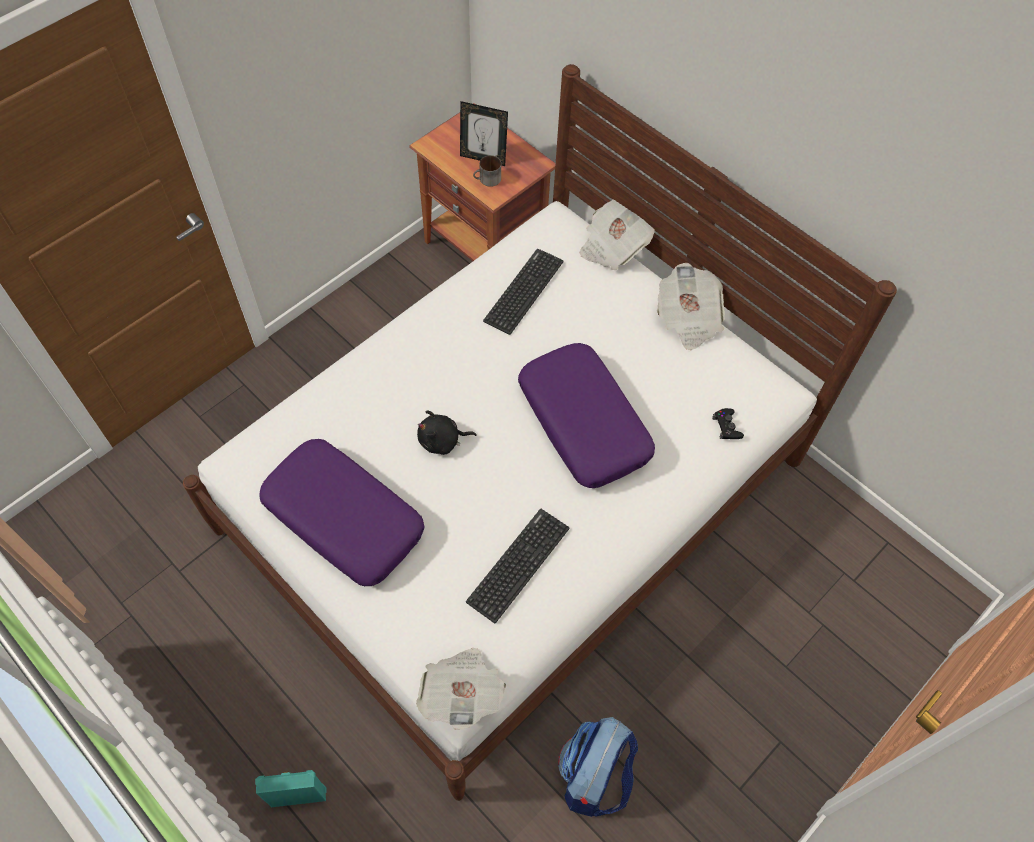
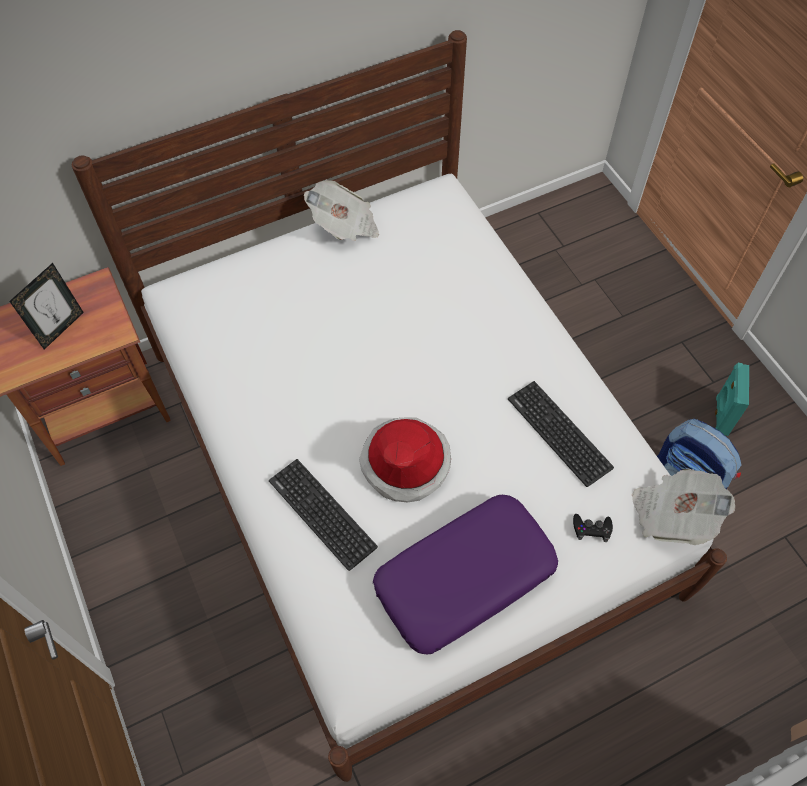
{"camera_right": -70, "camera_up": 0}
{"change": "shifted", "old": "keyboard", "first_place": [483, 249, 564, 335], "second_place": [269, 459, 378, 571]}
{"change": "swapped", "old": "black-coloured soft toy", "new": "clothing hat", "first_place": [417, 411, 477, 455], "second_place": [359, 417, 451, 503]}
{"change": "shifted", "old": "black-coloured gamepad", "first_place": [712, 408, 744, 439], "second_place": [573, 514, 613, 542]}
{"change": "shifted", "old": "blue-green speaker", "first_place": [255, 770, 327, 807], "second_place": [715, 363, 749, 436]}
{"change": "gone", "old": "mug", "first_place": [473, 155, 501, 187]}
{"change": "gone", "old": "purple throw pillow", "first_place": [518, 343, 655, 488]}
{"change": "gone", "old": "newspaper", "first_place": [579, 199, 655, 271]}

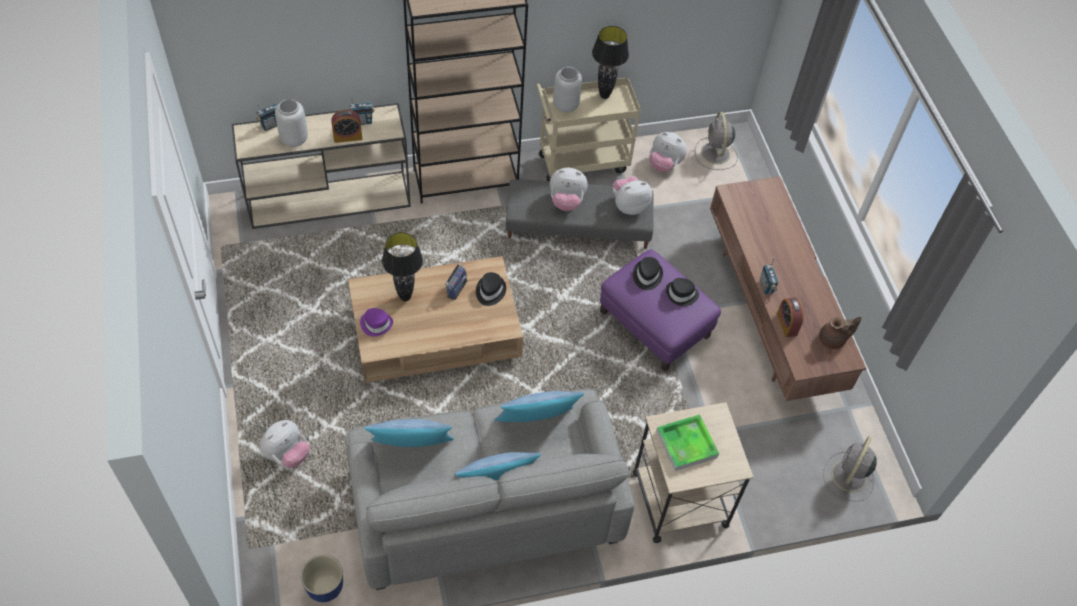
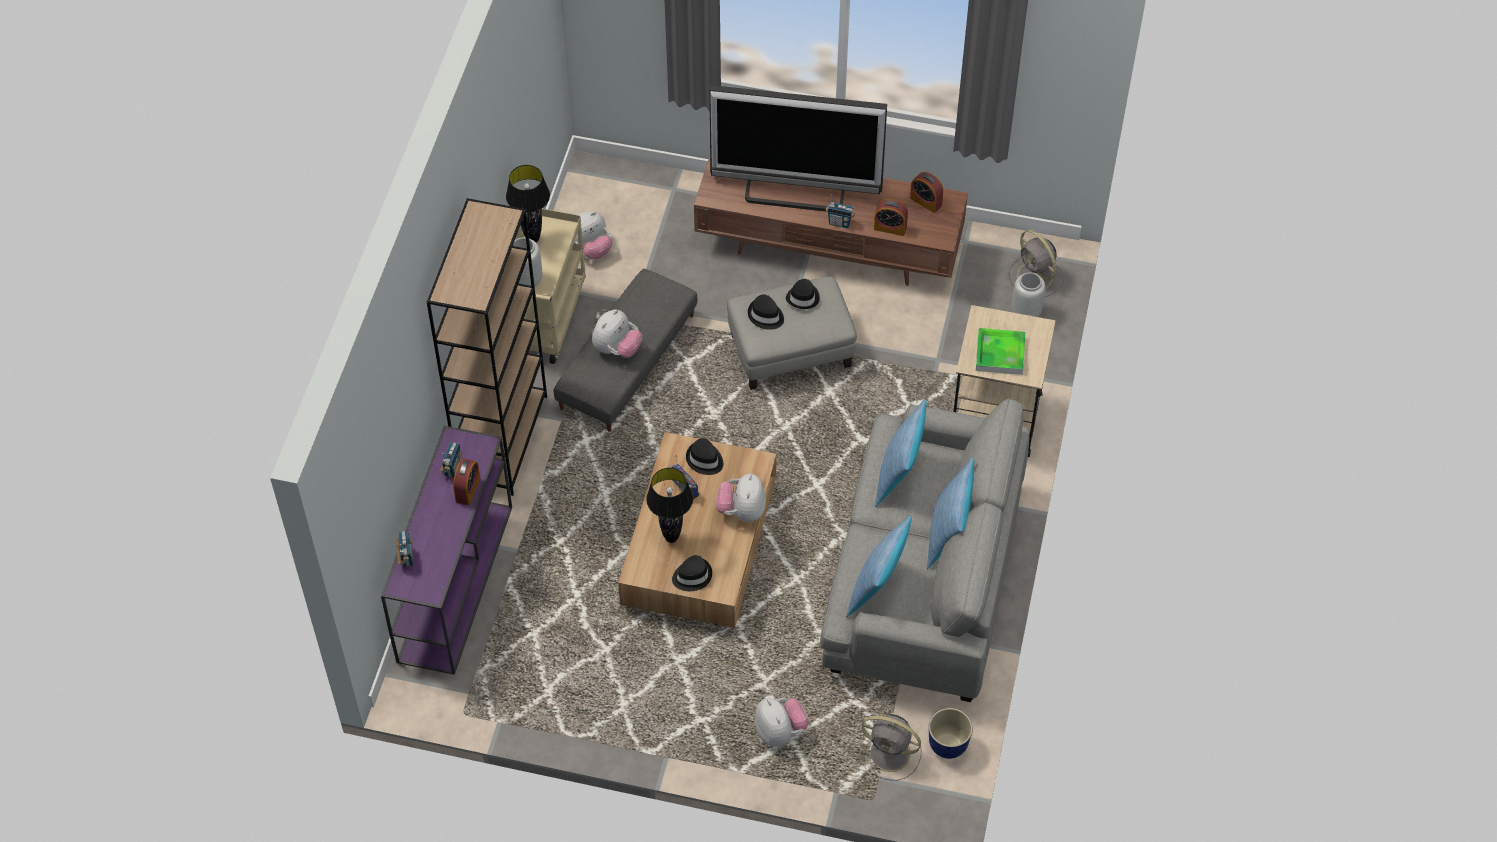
{"camera_right": -60, "camera_up": 0}
{"change": "repainted", "old": "beige narrow table", "new": "purple narrow table", "first_place": [232, 103, 411, 229], "second_place": [381, 426, 512, 675]}
{"change": "repainted", "old": "purple clothing hat", "new": "black-coloured clothing hat", "first_place": [360, 308, 393, 336], "second_place": [672, 555, 712, 591]}
{"change": "new", "new": "TV", "second_place": [710, 85, 887, 211]}
{"change": "shifted", "old": "soft toy", "first_place": [613, 176, 652, 215], "second_place": [716, 474, 766, 522]}
{"change": "repainted", "old": "purple footrest", "new": "grey footrest", "first_place": [600, 249, 721, 371], "second_place": [727, 277, 857, 390]}
{"change": "shifted", "old": "grey fan", "first_place": [695, 112, 738, 170], "second_place": [859, 714, 922, 781]}
{"change": "swapped", "old": "brown pot for tea", "new": "alarm clock", "first_place": [819, 317, 862, 349], "second_place": [910, 172, 943, 213]}
{"change": "shifted", "old": "grey flower vase", "first_place": [275, 99, 308, 147], "second_place": [1011, 272, 1046, 317]}

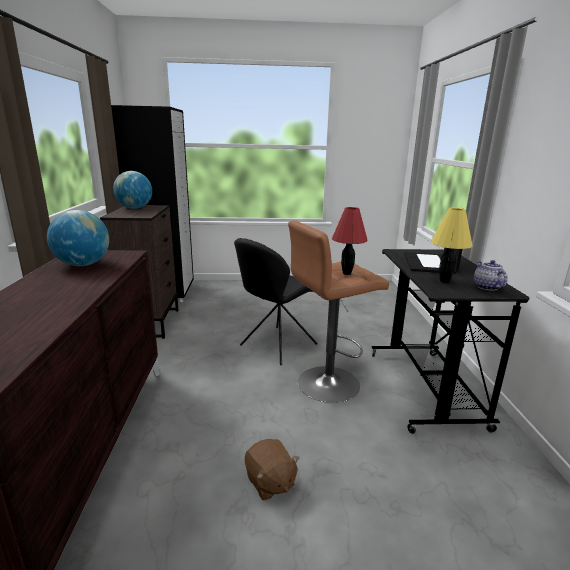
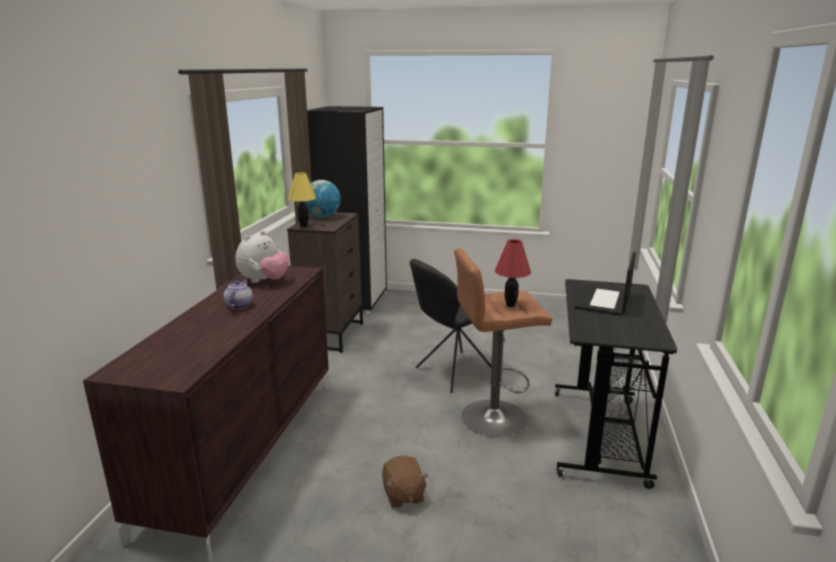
{"camera_right": 15, "camera_up": 0}
{"change": "shifted", "old": "pot for tea", "first_place": [474, 260, 508, 291], "second_place": [224, 280, 253, 309]}
{"change": "swapped", "old": "world globe", "new": "soft toy", "first_place": [47, 210, 109, 266], "second_place": [235, 231, 290, 283]}
{"change": "shifted", "old": "yellowish lamp for a table", "first_place": [431, 208, 472, 283], "second_place": [288, 173, 316, 227]}

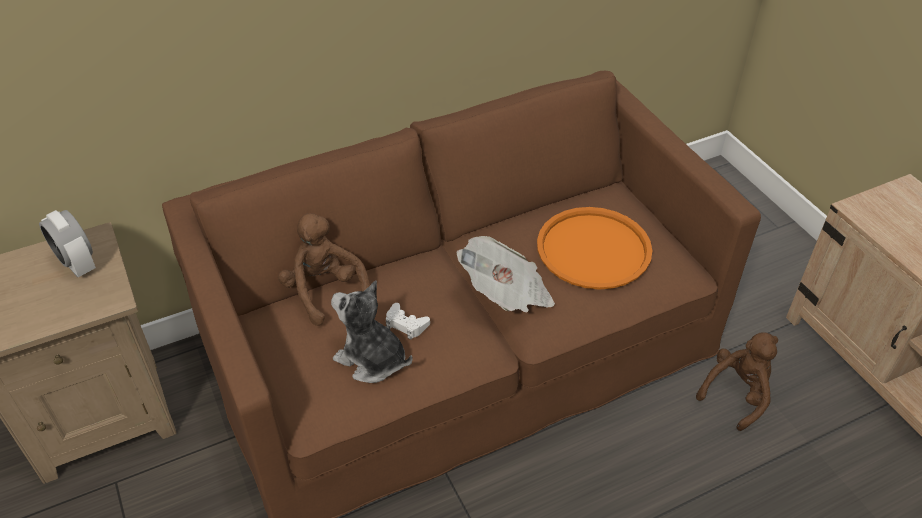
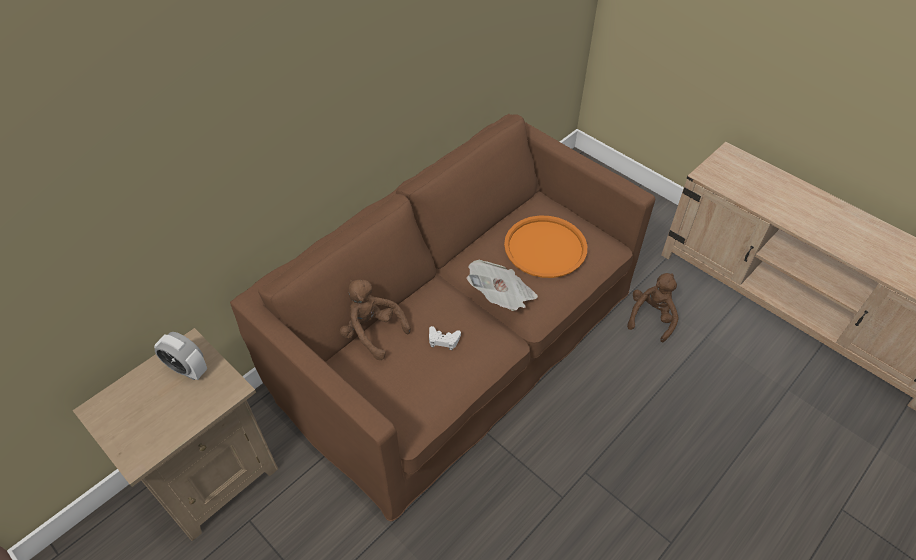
{"camera_right": -20, "camera_up": 5}
{"change": "gone", "old": "soft toy", "first_place": [331, 281, 413, 383]}

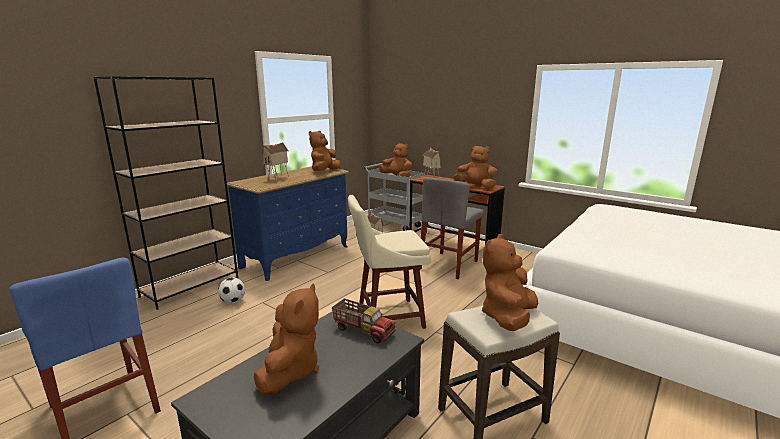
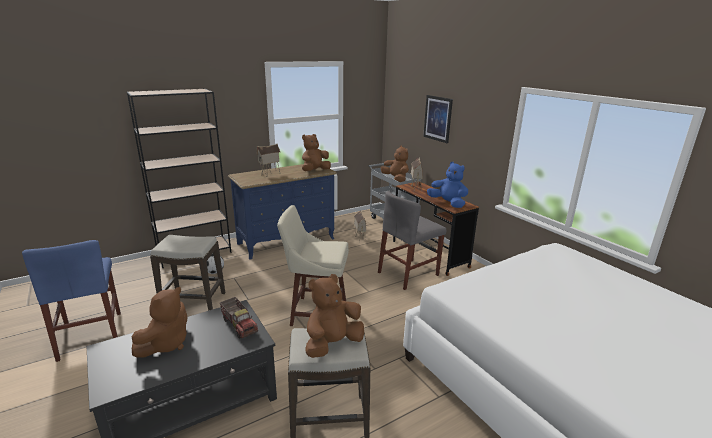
{"camera_right": 20, "camera_up": 5}
{"change": "new", "new": "sitting stool", "second_place": [150, 235, 225, 311]}
{"change": "new", "new": "picture", "second_place": [423, 95, 453, 143]}
{"change": "repainted", "old": "brown soft toy", "new": "bluish soft toy", "first_place": [453, 145, 498, 189], "second_place": [427, 162, 468, 208]}

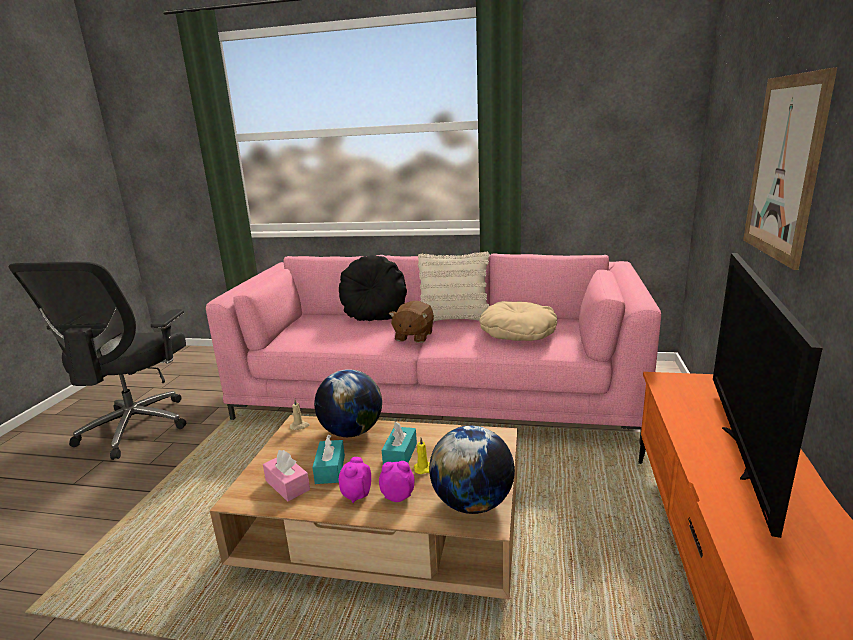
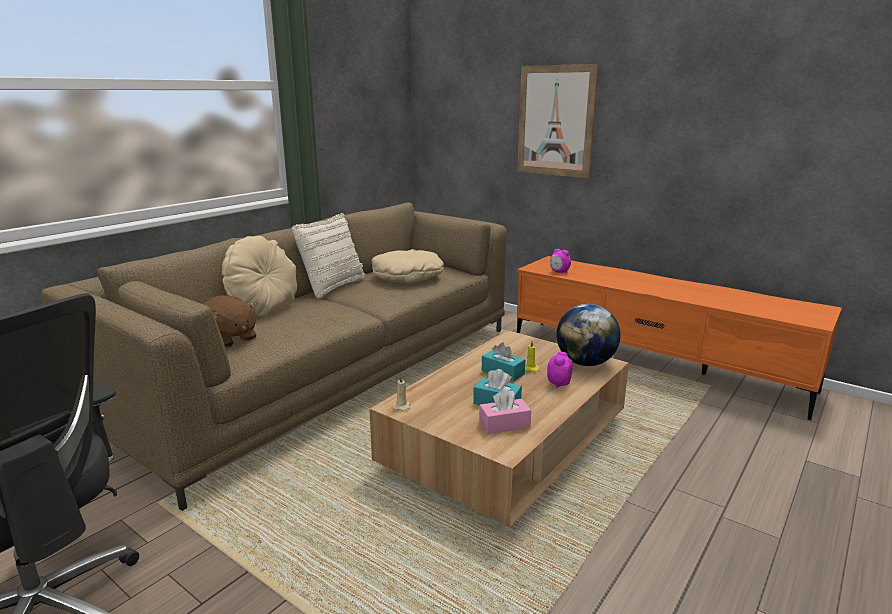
{"camera_right": -65, "camera_up": 0}
{"change": "repainted", "old": "pink settee", "new": "brown settee", "first_place": [206, 253, 661, 445], "second_place": [41, 203, 507, 511]}
{"change": "shifted", "old": "brown soft toy", "first_place": [389, 301, 434, 343], "second_place": [203, 295, 257, 348]}
{"change": "repainted", "old": "black-coloured throw pillow", "new": "beige throw pillow", "first_place": [339, 255, 407, 321], "second_place": [222, 236, 297, 317]}
{"change": "shifted", "old": "alarm clock", "first_place": [339, 457, 371, 503], "second_place": [550, 249, 571, 273]}
{"change": "gone", "old": "world globe", "first_place": [314, 369, 382, 437]}
{"change": "gone", "old": "TV", "first_place": [713, 253, 823, 538]}

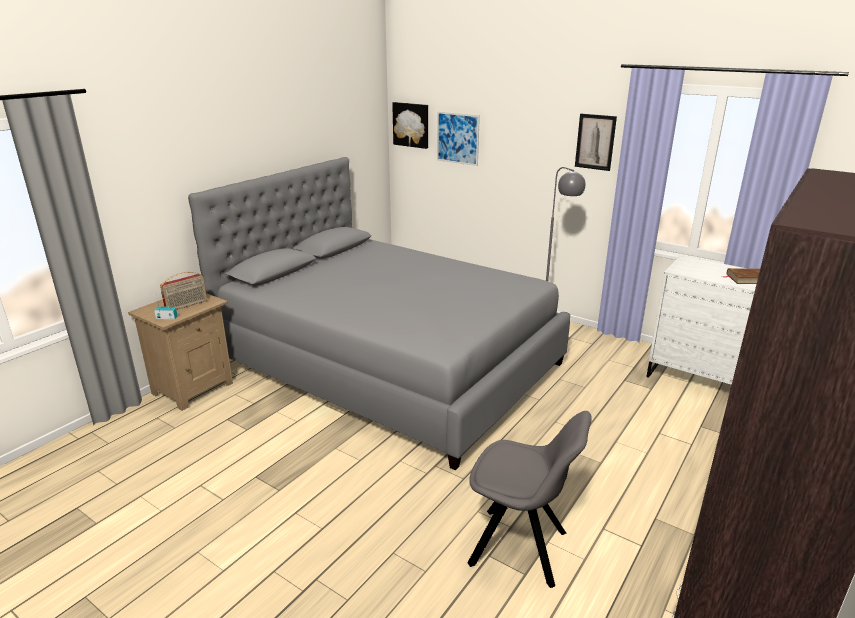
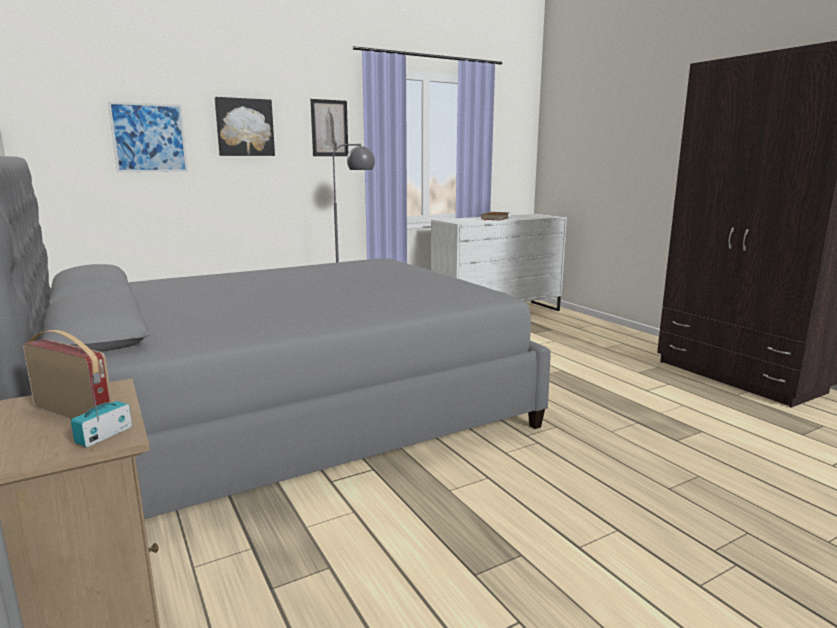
{"camera_right": -65, "camera_up": -10}
{"change": "rotated", "old": "radio receiver", "first_place": [160, 272, 207, 310], "second_place": [23, 330, 112, 419], "degrees": -45}
{"change": "shifted", "old": "picture", "first_place": [392, 102, 428, 149], "second_place": [215, 97, 275, 156]}
{"change": "gone", "old": "grey upright chair", "first_place": [468, 411, 592, 588]}

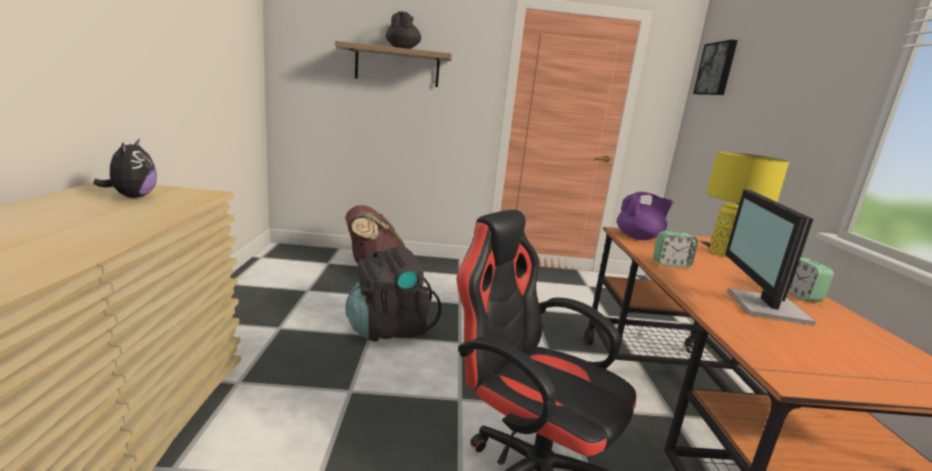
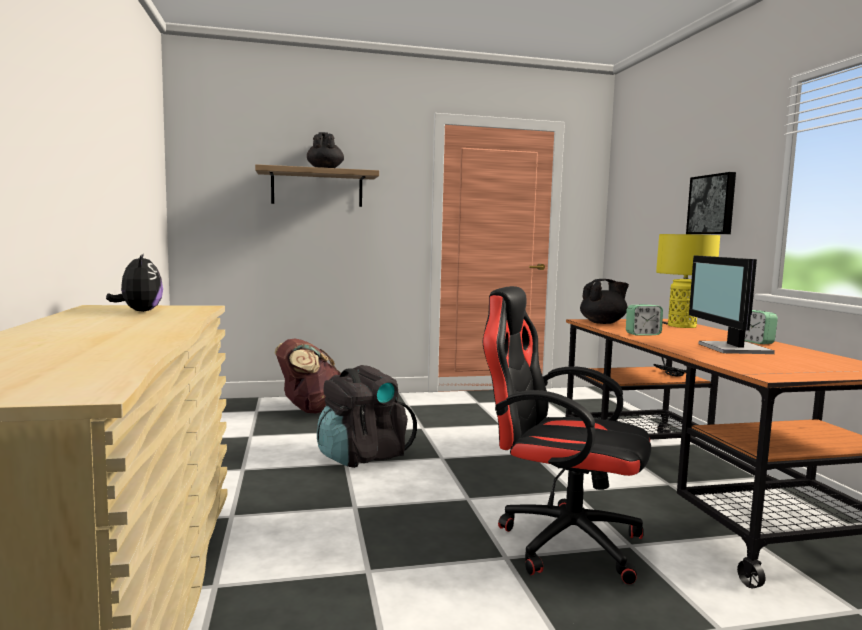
{"camera_right": -10, "camera_up": -10}
{"change": "repainted", "old": "purple pot for tea", "new": "black-coloured pot for tea", "first_place": [617, 192, 674, 240], "second_place": [580, 279, 629, 324]}
{"change": "shifted", "old": "picture", "first_place": [693, 39, 738, 95], "second_place": [686, 172, 736, 234]}

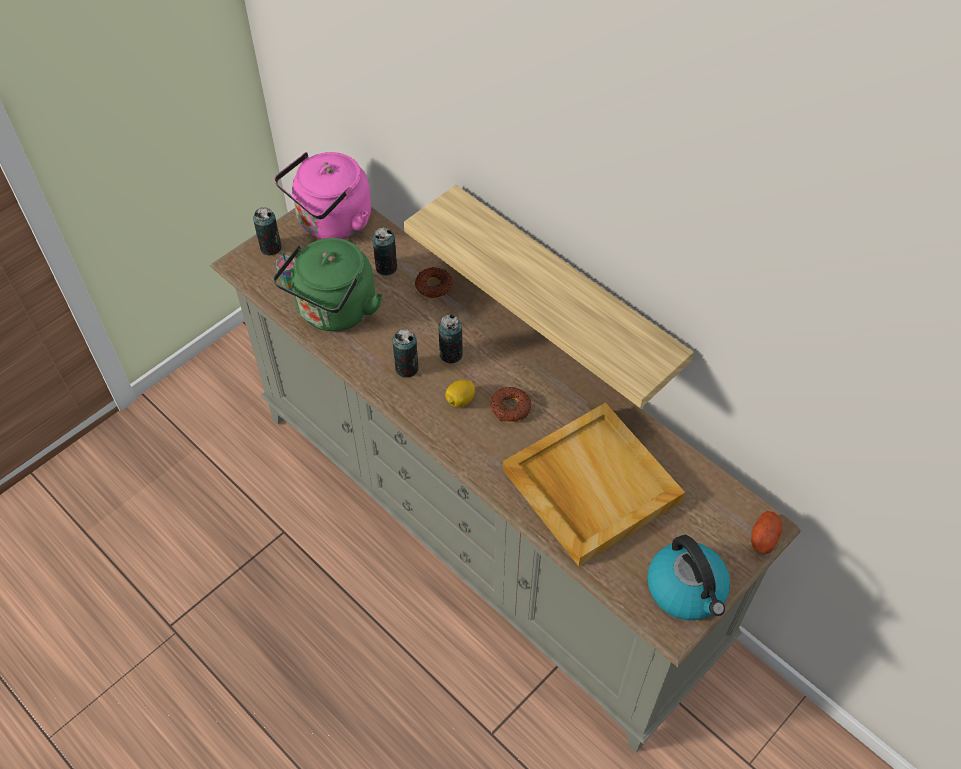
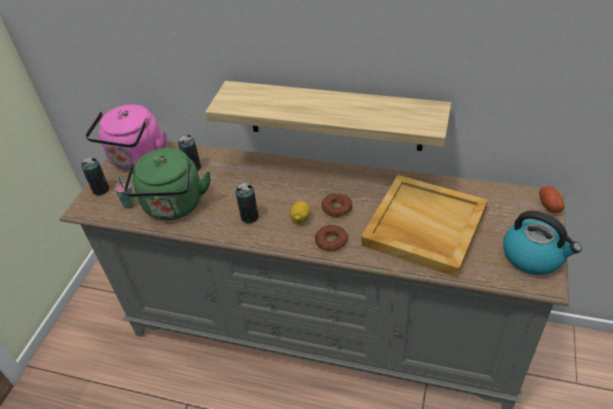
{"camera_right": -25, "camera_up": -10}
{"change": "shifted", "old": "donut", "first_place": [415, 267, 453, 298], "second_place": [315, 225, 348, 251]}
{"change": "gone", "old": "sealed can", "first_place": [438, 314, 463, 363]}

